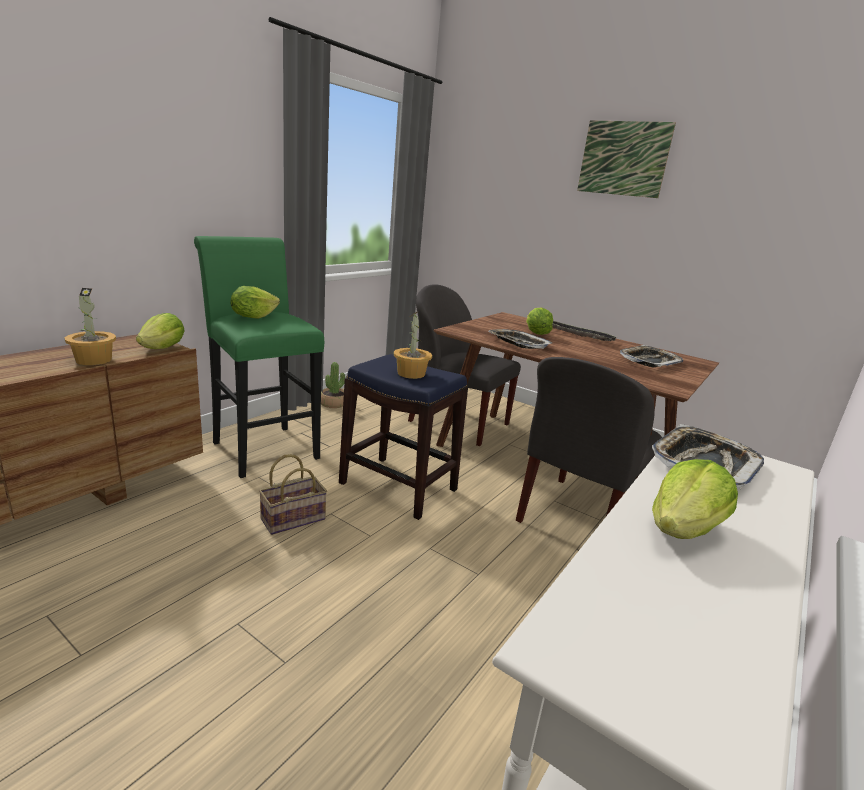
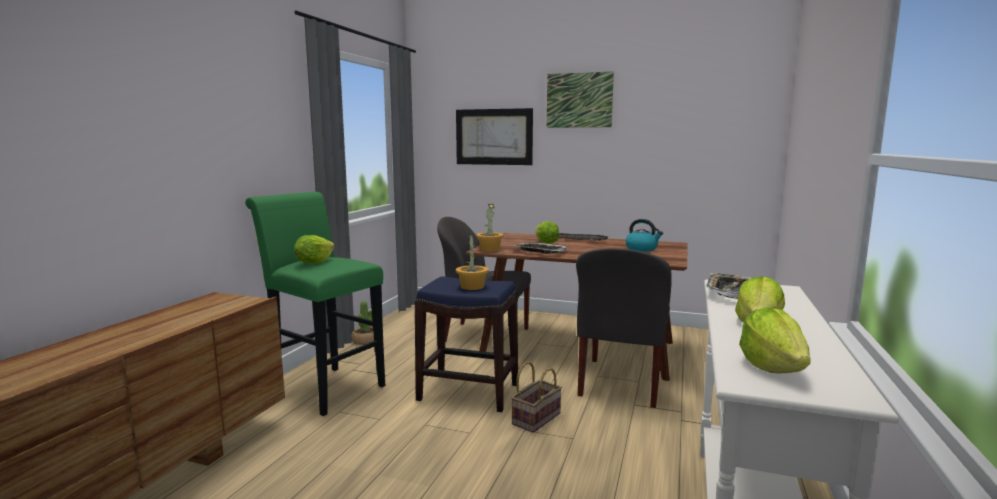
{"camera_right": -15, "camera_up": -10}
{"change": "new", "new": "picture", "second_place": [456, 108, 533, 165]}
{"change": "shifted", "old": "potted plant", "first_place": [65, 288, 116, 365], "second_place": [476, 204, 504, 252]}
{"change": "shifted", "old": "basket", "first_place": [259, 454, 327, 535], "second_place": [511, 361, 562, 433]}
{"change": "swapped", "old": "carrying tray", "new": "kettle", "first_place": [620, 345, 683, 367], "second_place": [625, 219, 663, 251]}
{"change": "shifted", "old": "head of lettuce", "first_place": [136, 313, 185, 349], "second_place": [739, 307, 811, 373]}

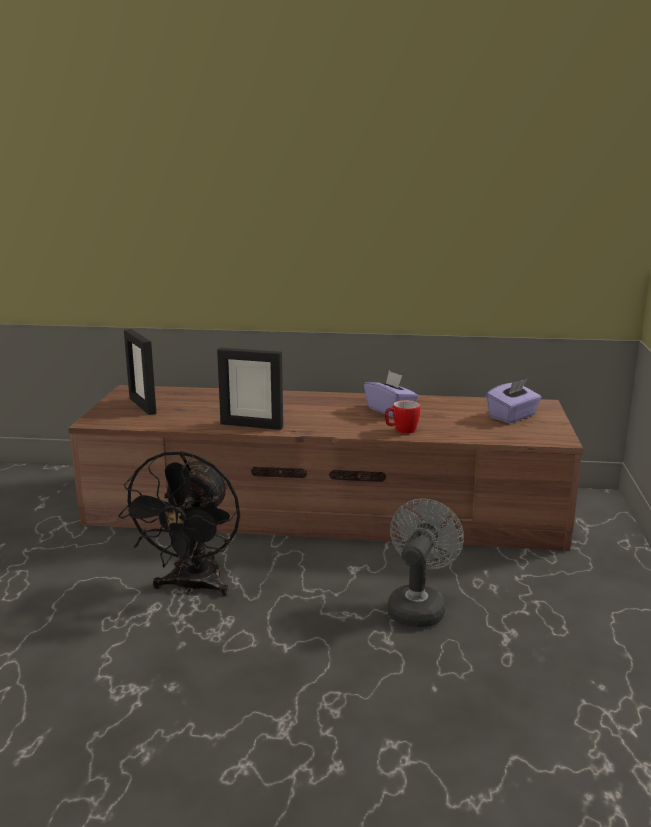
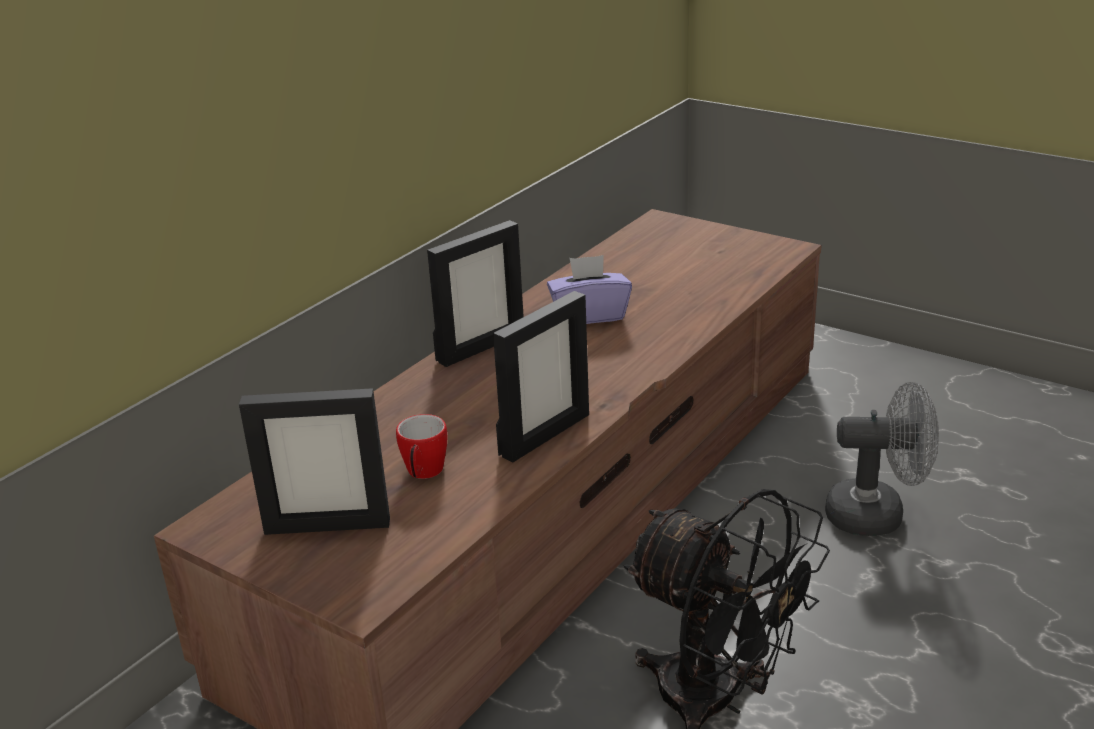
{"camera_right": -60, "camera_up": 10}
{"change": "shifted", "old": "mug", "first_place": [385, 400, 421, 434], "second_place": [396, 414, 448, 479]}
{"change": "new", "new": "photo frame", "second_place": [427, 220, 524, 367]}
{"change": "rotated", "old": "grey fan", "first_place": [387, 498, 464, 627], "second_place": [825, 382, 939, 536], "degrees": 135}
{"change": "gone", "old": "purple tissue box", "first_place": [486, 379, 541, 423]}

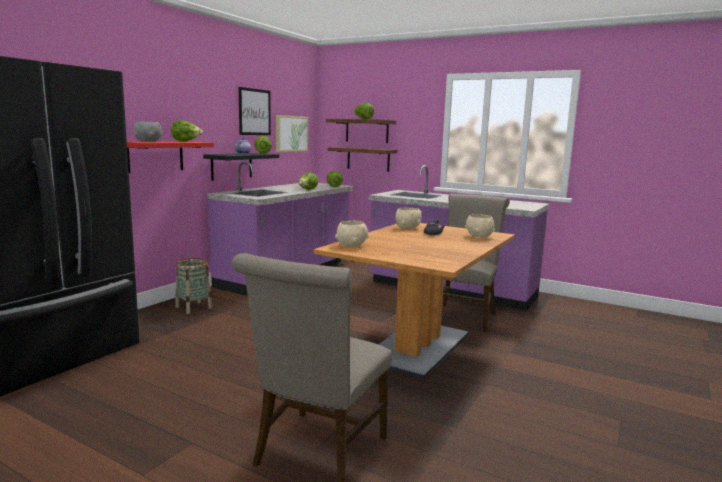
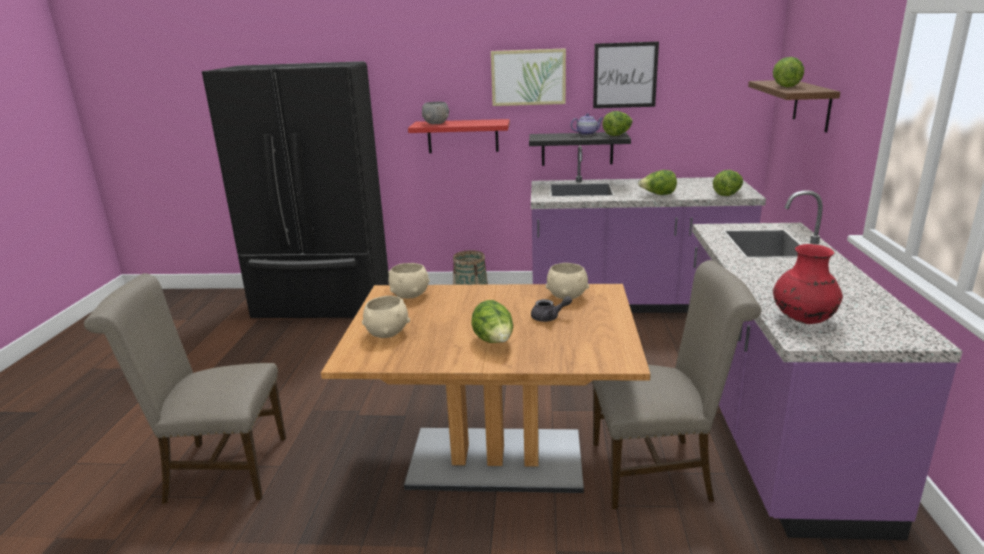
{"camera_right": 65, "camera_up": 10}
{"change": "shifted", "old": "beige bowl", "first_place": [465, 214, 495, 238], "second_place": [362, 296, 410, 338]}
{"change": "shifted", "old": "head of lettuce", "first_place": [171, 120, 203, 142], "second_place": [471, 300, 513, 343]}
{"change": "shifted", "old": "picture", "first_place": [276, 115, 308, 152], "second_place": [491, 48, 566, 106]}
{"change": "new", "new": "red-coloured flower vase", "second_place": [773, 244, 843, 324]}
{"change": "gone", "old": "brown wall shelf", "first_place": [328, 147, 397, 172]}

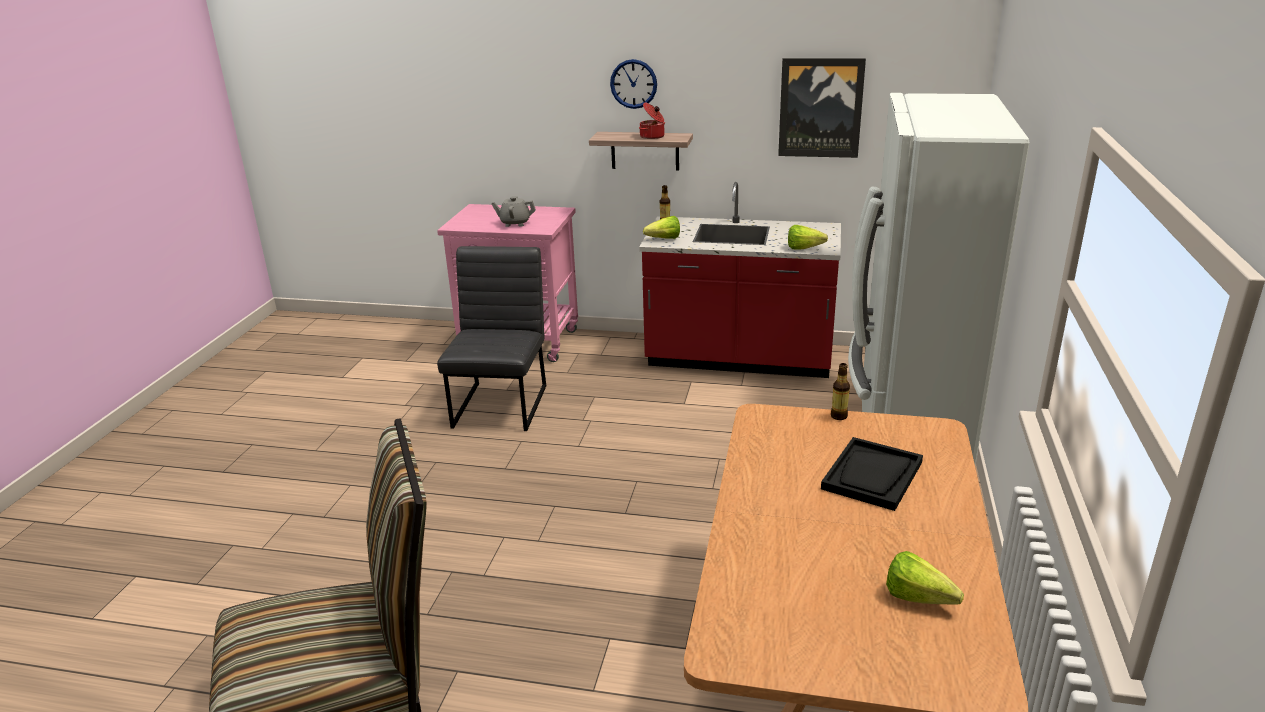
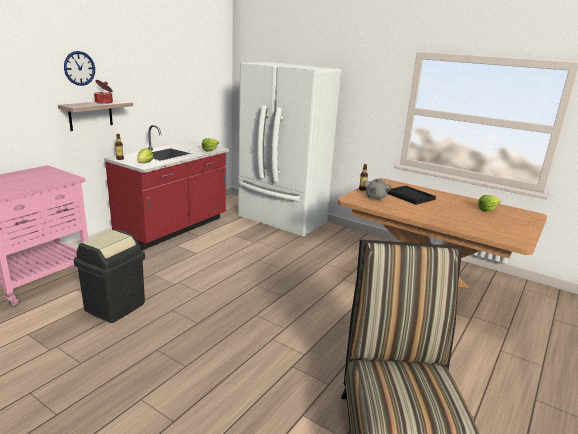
{"camera_right": -70, "camera_up": -5}
{"change": "swapped", "old": "grey upright chair", "new": "black-coloured waste bin", "first_place": [437, 246, 546, 431], "second_place": [74, 229, 145, 323]}
{"change": "shifted", "old": "grey pot for tea", "first_place": [491, 196, 536, 227], "second_place": [363, 179, 392, 201]}
{"change": "gone", "old": "picture", "first_place": [778, 58, 866, 158]}

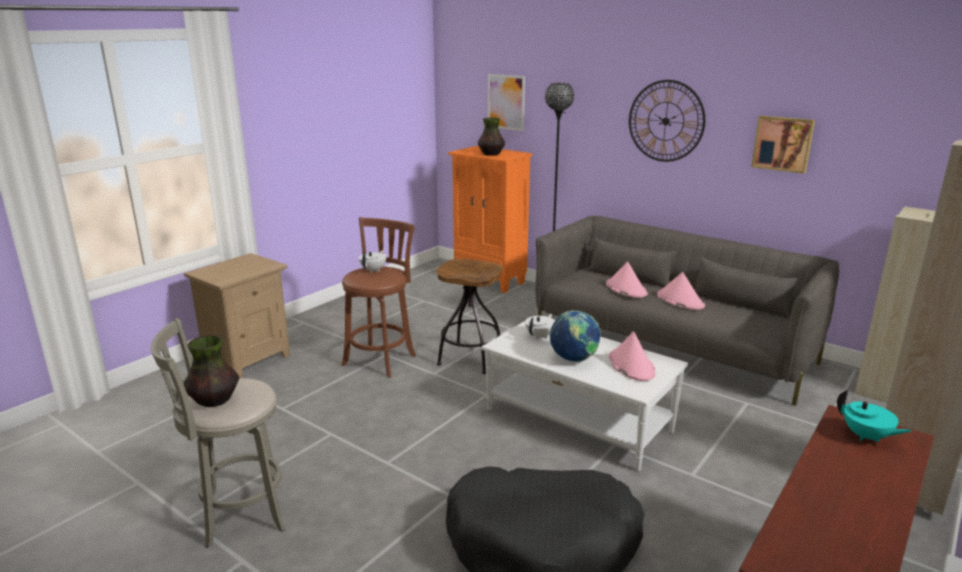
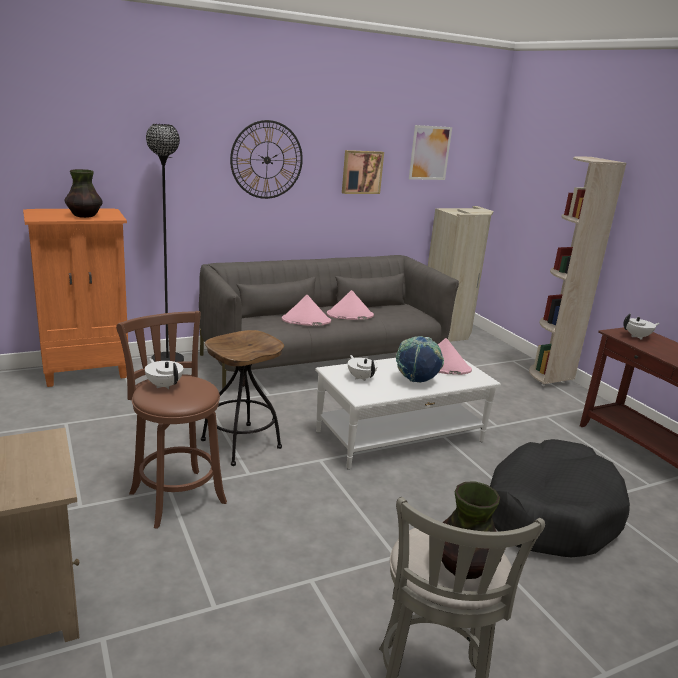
{"camera_right": -65, "camera_up": 0}
{"change": "shifted", "old": "picture", "first_place": [488, 74, 525, 131], "second_place": [409, 125, 452, 180]}
{"change": "repainted", "old": "blue-green pot for tea", "new": "white-coloured pot for tea", "first_place": [837, 390, 912, 442], "second_place": [623, 314, 660, 340]}

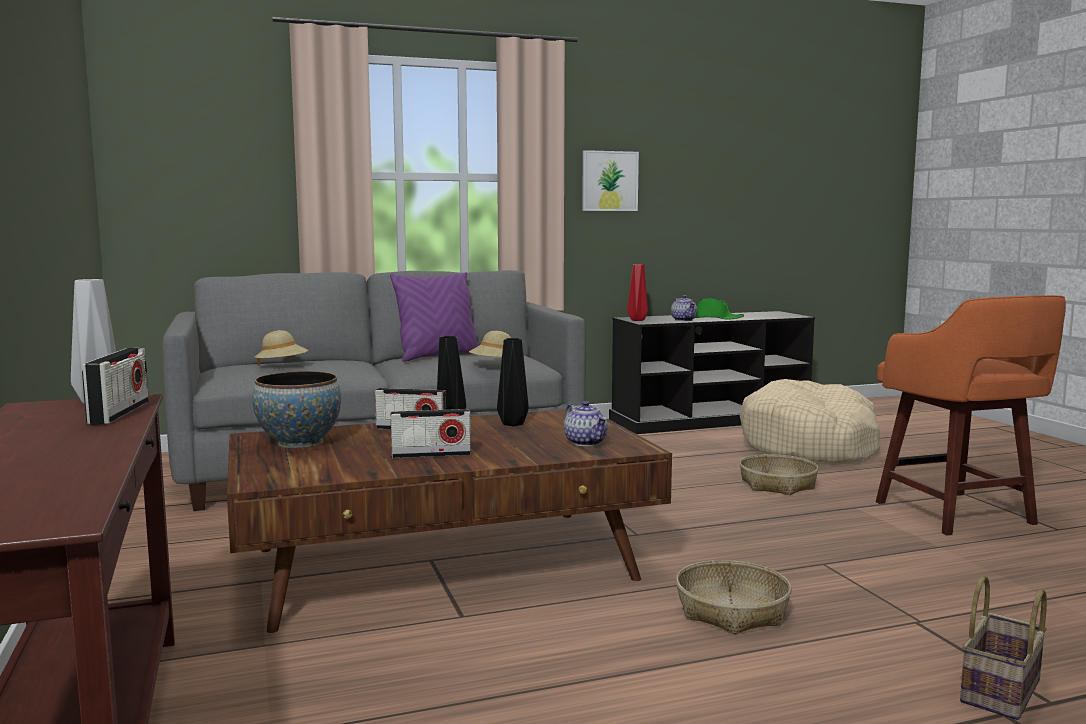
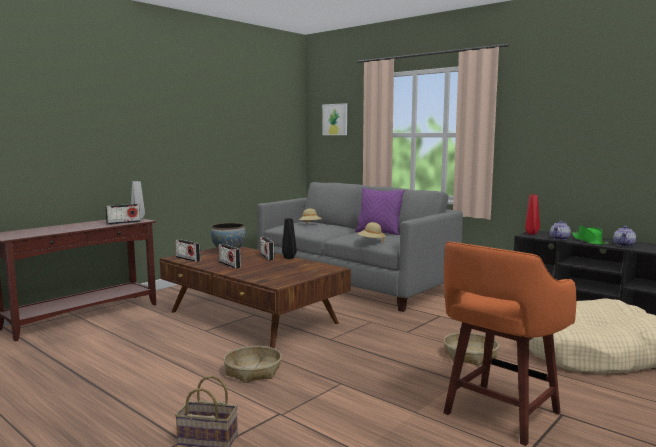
{"camera_right": 60, "camera_up": 0}
{"change": "new", "new": "radio receiver", "second_place": [175, 239, 201, 262]}
{"change": "shifted", "old": "picture", "first_place": [582, 150, 639, 211], "second_place": [322, 103, 347, 135]}
{"change": "shifted", "old": "pot for tea", "first_place": [564, 401, 608, 446], "second_place": [613, 226, 636, 247]}
{"change": "gone", "old": "black-coloured flower vase", "first_place": [497, 338, 529, 426]}

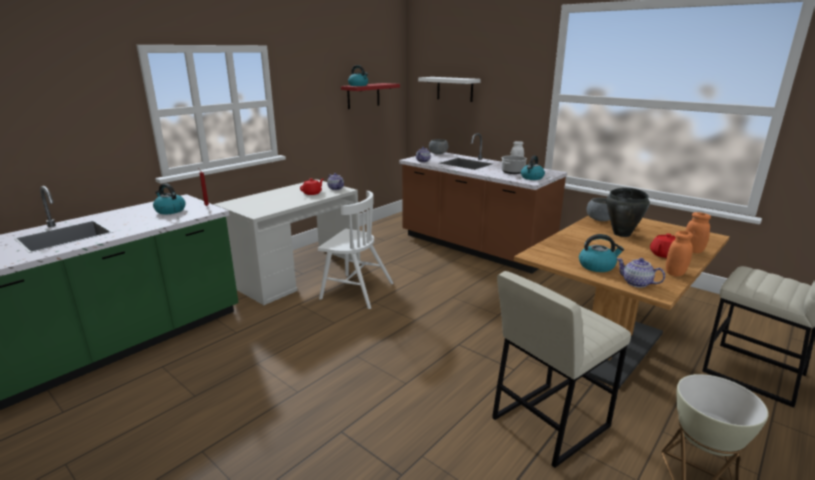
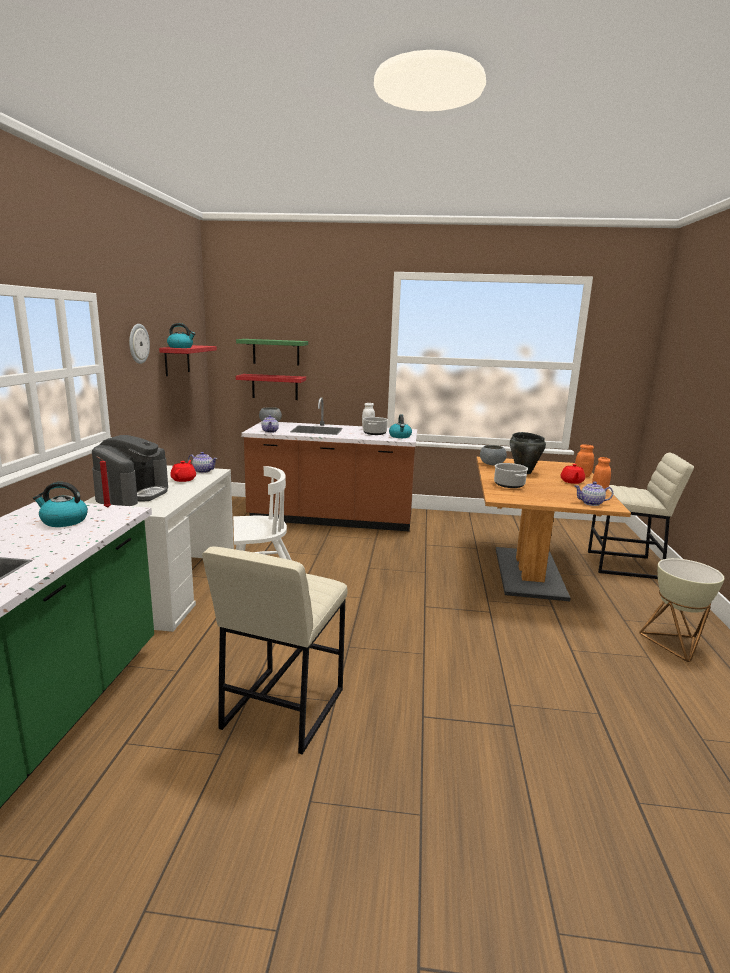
{"camera_right": -35, "camera_up": -5}
{"change": "new", "new": "coffee maker", "second_place": [92, 435, 168, 506]}
{"change": "new", "new": "clock on the wall", "second_place": [129, 324, 150, 364]}
{"change": "shifted", "old": "beige upright chair", "first_place": [492, 271, 631, 468], "second_place": [202, 547, 348, 754]}
{"change": "repainted", "old": "white-coloured wall shelf", "new": "greenish wall shelf", "first_place": [418, 77, 481, 102], "second_place": [236, 339, 308, 366]}
{"change": "new", "new": "red-coloured wall shelf", "second_place": [236, 374, 306, 400]}
{"change": "new", "new": "stockpot", "second_place": [494, 463, 528, 488]}
{"change": "gone", "old": "kettle", "first_place": [579, 234, 624, 272]}

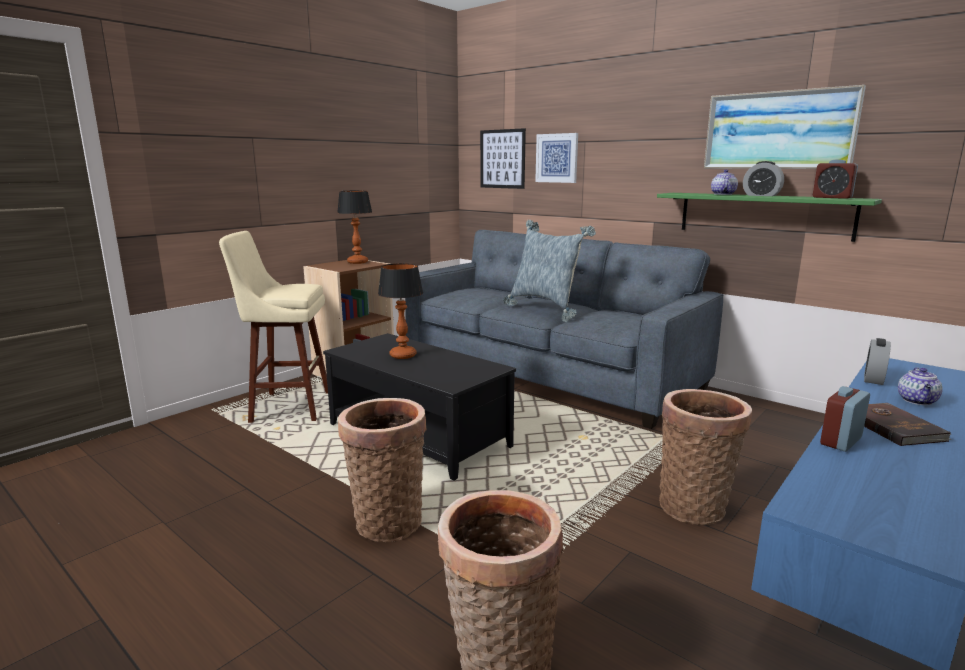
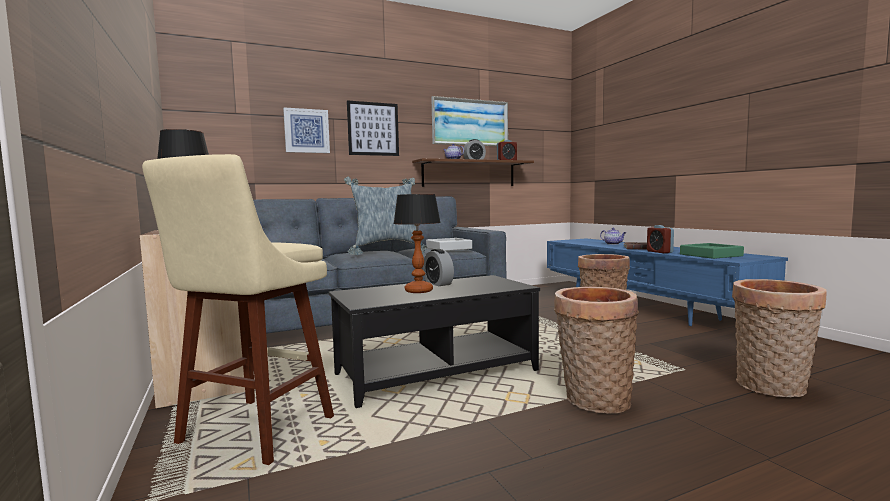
{"camera_right": -65, "camera_up": -10}
{"change": "shifted", "old": "picture", "first_place": [480, 128, 526, 189], "second_place": [347, 101, 399, 156]}
{"change": "repainted", "old": "greenish wall shelf", "new": "brown wall shelf", "first_place": [657, 193, 882, 242], "second_place": [412, 158, 534, 187]}
{"change": "shifted", "old": "alarm clock", "first_place": [864, 338, 891, 385], "second_place": [423, 249, 454, 286]}
{"change": "new", "new": "grey carrying tray", "second_place": [426, 238, 472, 251]}
{"change": "new", "new": "greenish carrying tray", "second_place": [680, 243, 744, 259]}

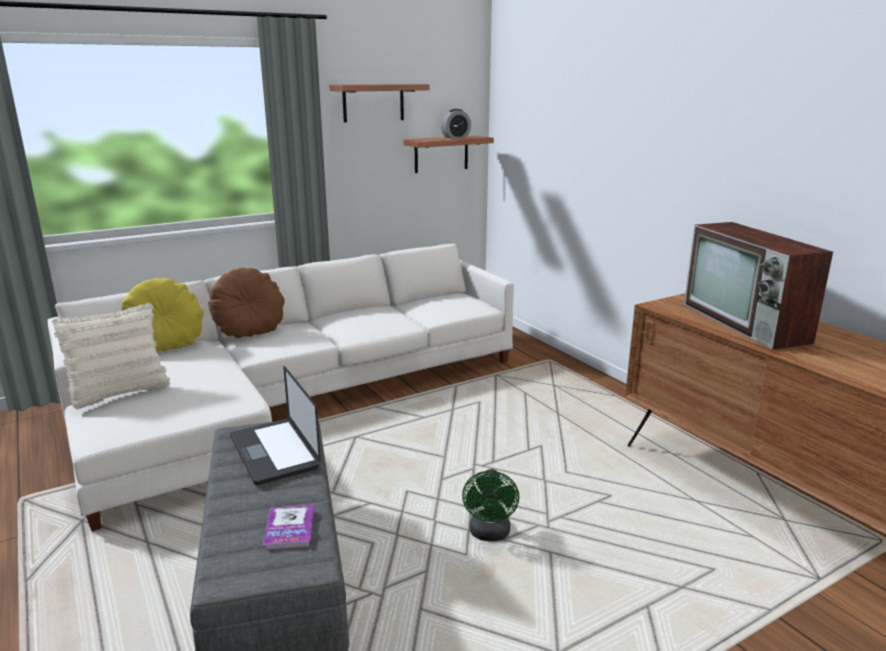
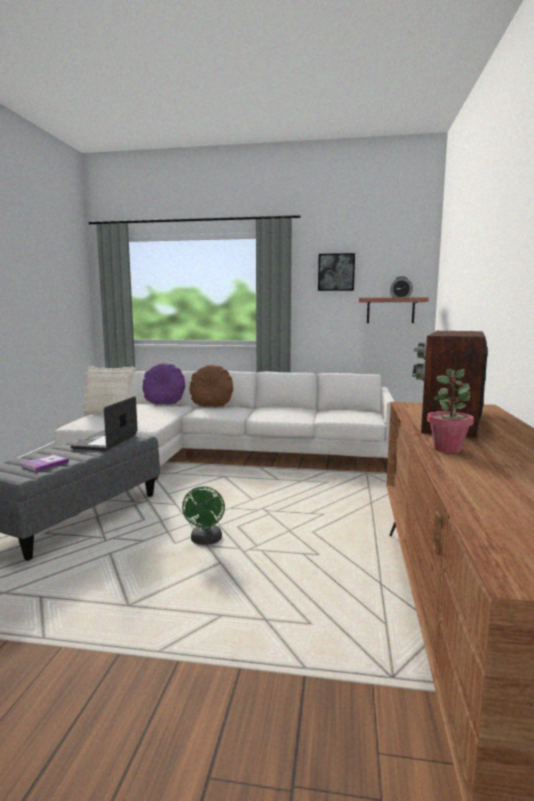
{"camera_right": 40, "camera_up": -10}
{"change": "repainted", "old": "yellowish throw pillow", "new": "purple throw pillow", "first_place": [121, 278, 203, 352], "second_place": [143, 363, 185, 405]}
{"change": "rotated", "old": "greenish fan", "first_place": [462, 469, 519, 542], "second_place": [182, 486, 225, 545], "degrees": -45}
{"change": "swapped", "old": "wall shelf", "new": "picture", "first_place": [329, 84, 429, 123], "second_place": [318, 253, 355, 291]}
{"change": "new", "new": "potted plant", "second_place": [427, 368, 474, 453]}

